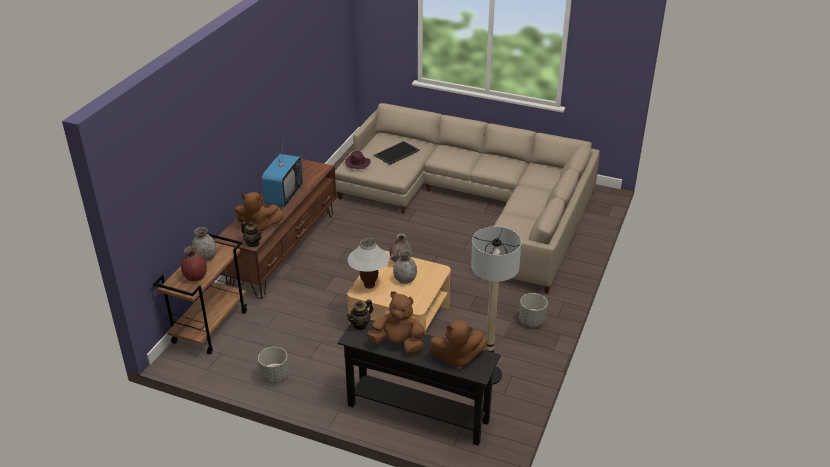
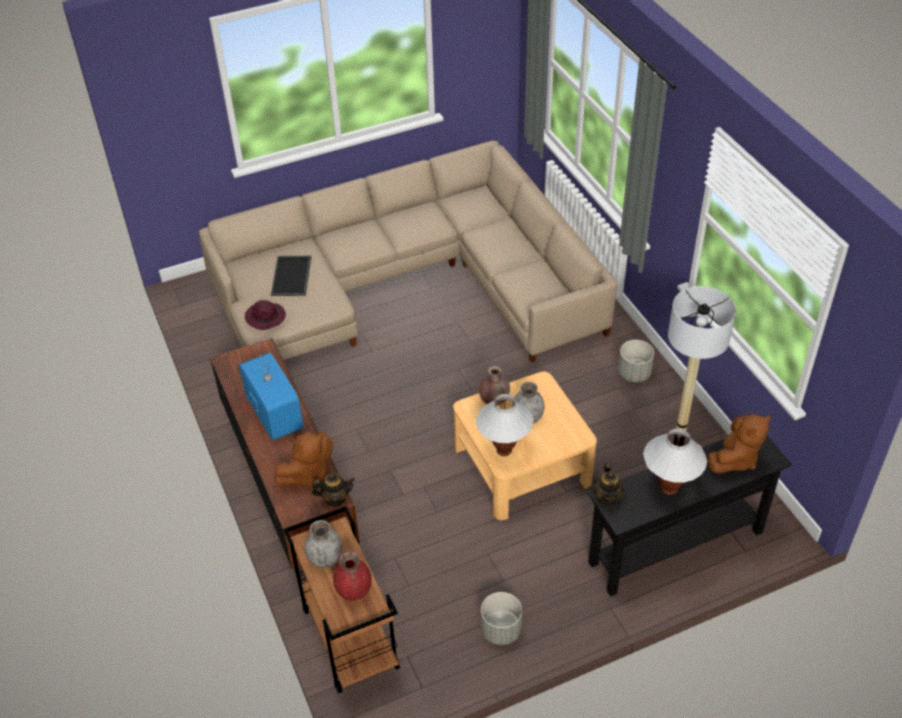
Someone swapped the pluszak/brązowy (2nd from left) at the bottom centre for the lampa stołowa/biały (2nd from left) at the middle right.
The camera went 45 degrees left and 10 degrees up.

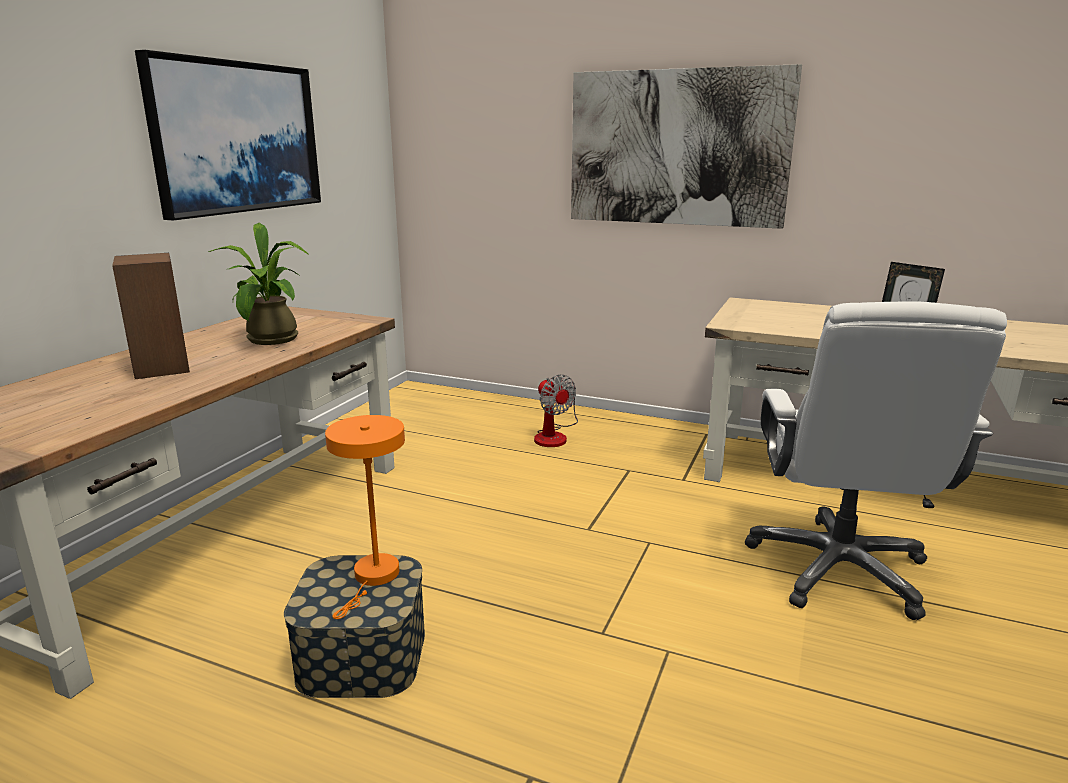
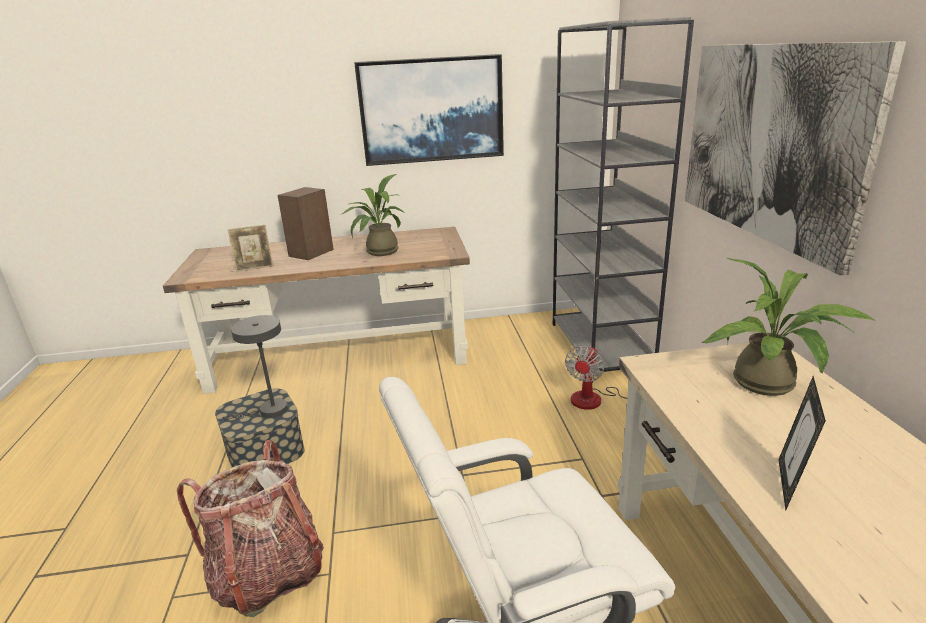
Someone put down the plecak at the bottom left.
Someone put down the ramka na zdjęcie (1st from left) at the middle left.
Someone put down the regał/szary at the top right.
Someone put down the roślina doniczkowa (2nd from left) at the middle right.
Someone repainted the lampa stołowa/pomarańczowy at the centre, which became the lampa stołowa/szary at the middle left.
The camera went 60 degrees right and 5 degrees up.

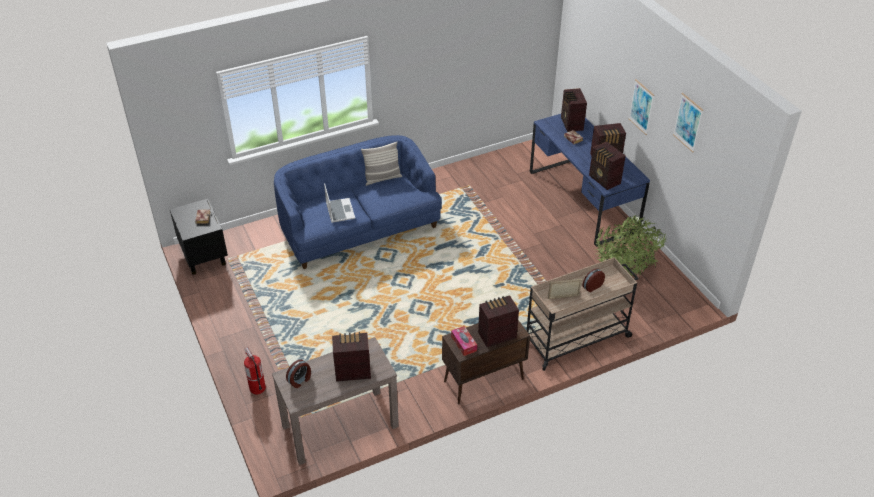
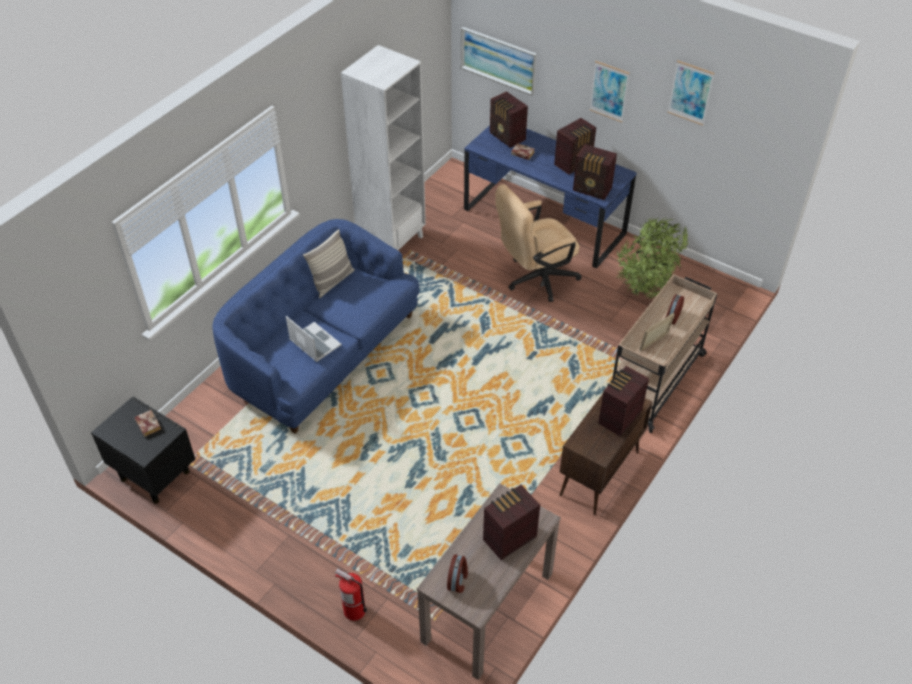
Someone took away the pudełko chusteczek at the bottom centre.
Someone put down the regał/biały at the top centre.
Someone put up the obraz (1st from left) at the top centre.
Someone put down the krzesło biurowe/beżowy at the centre.
The camera went 30 degrees left and 5 degrees up.

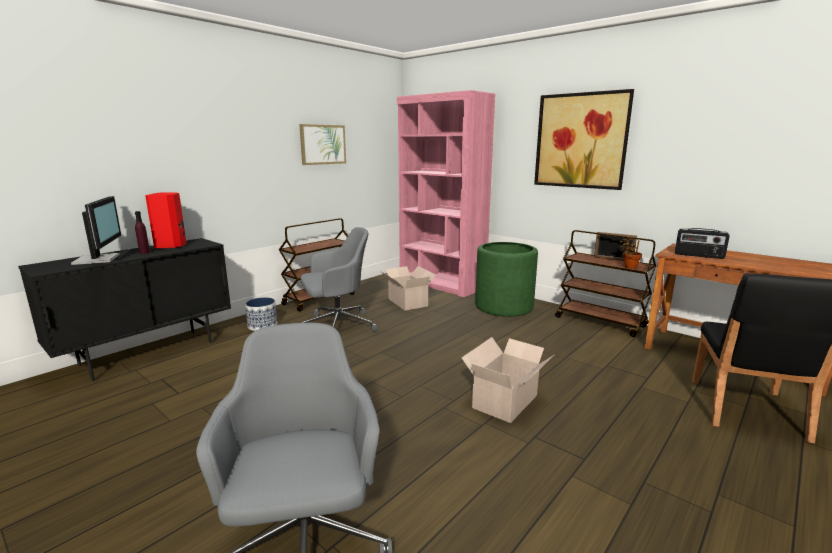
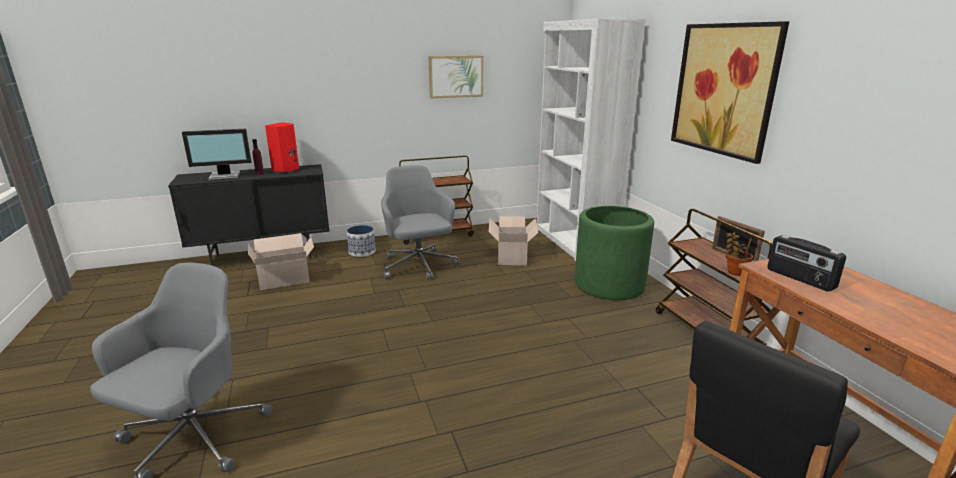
Someone carried the karton (2nd from left in the first image) from the bottom centre to the middle left.
Someone repainted the regał/różowy at the centre, which became the regał/biały at the top centre.
Someone rotated the monitor at the middle left by 60 degrees clockwise.
Someone rotated the krzesło biurowe/szary (2nd from left) at the centre by 120 degrees counterclockwise.
The camera went 30 degrees right and 5 degrees up.

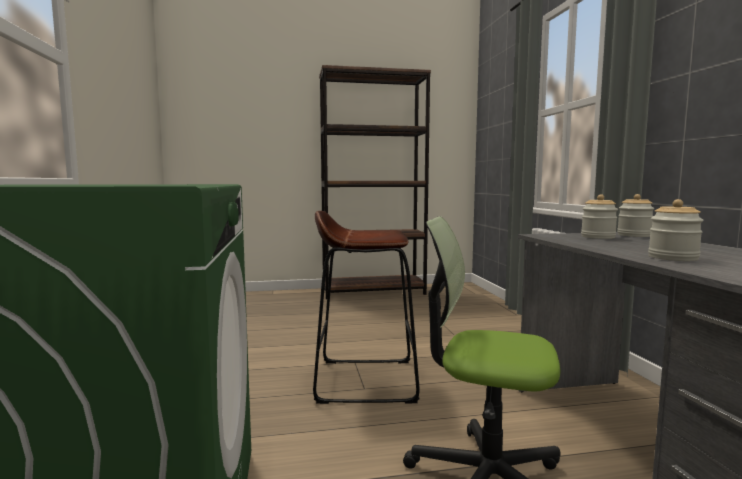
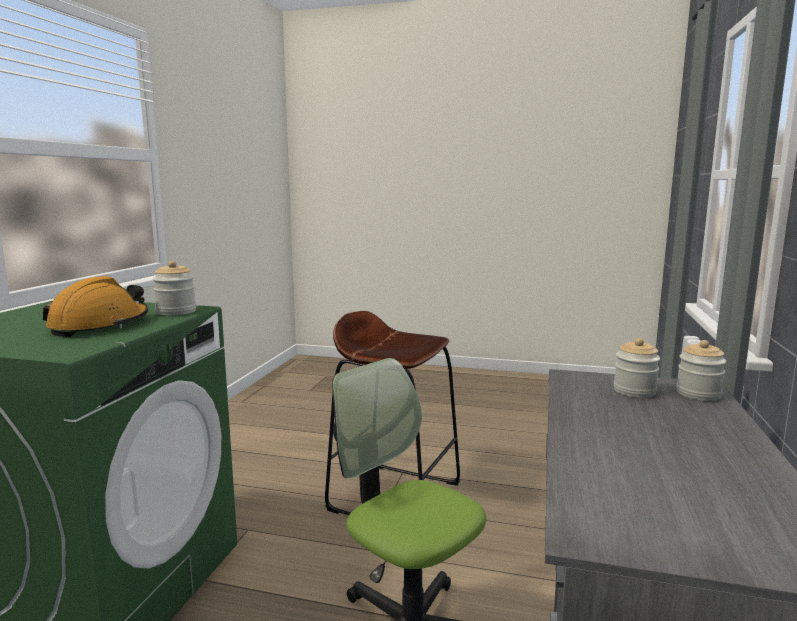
Someone took away the regał/brązowy at the centre.
Someone put down the kask/pomarańczowy at the middle left.
Someone carried the słoik (3rd from left in the first image) from the middle right to the middle left.
The camera went 25 degrees right and 5 degrees up.

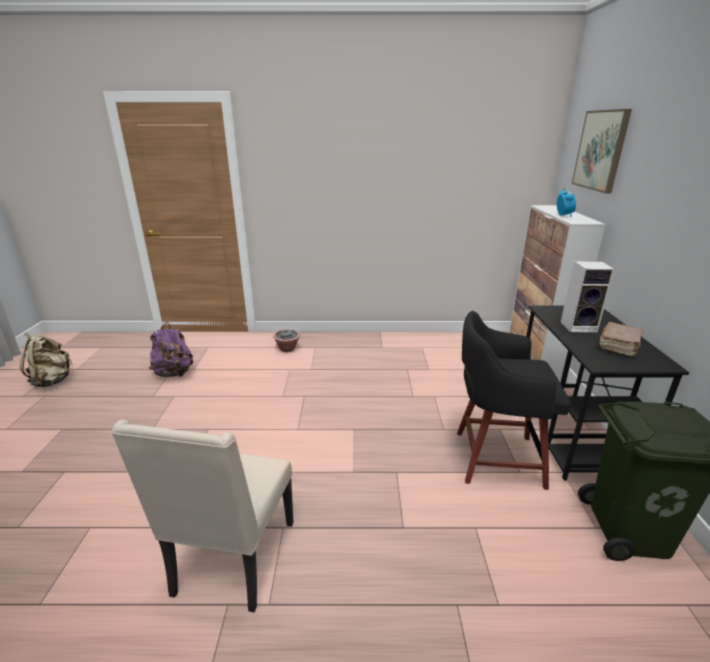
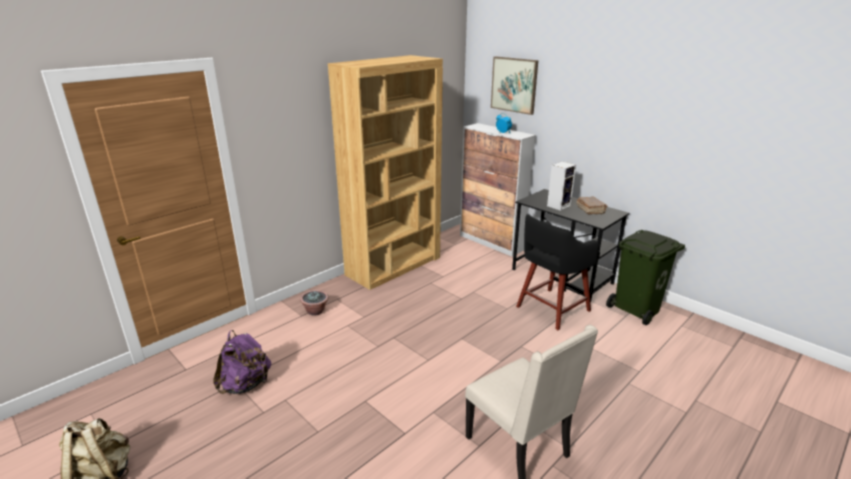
Someone put down the regał/brązowy at the centre.
The camera went 45 degrees left and 0 degrees up.

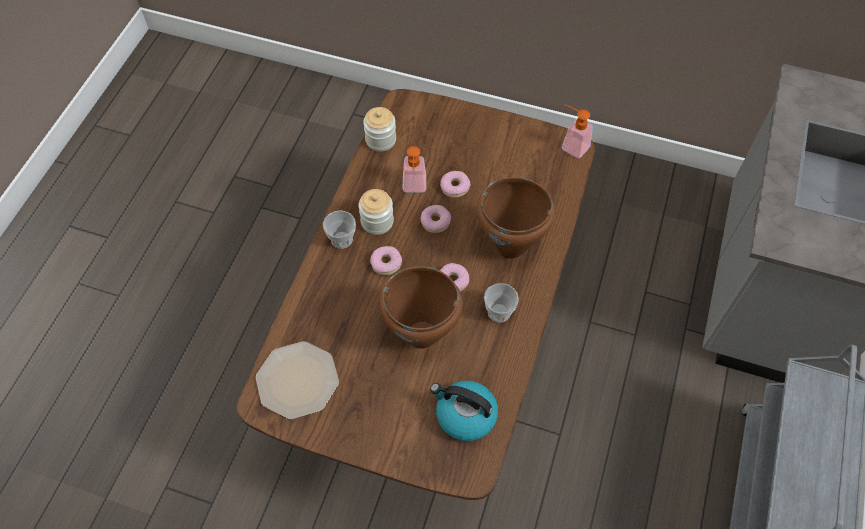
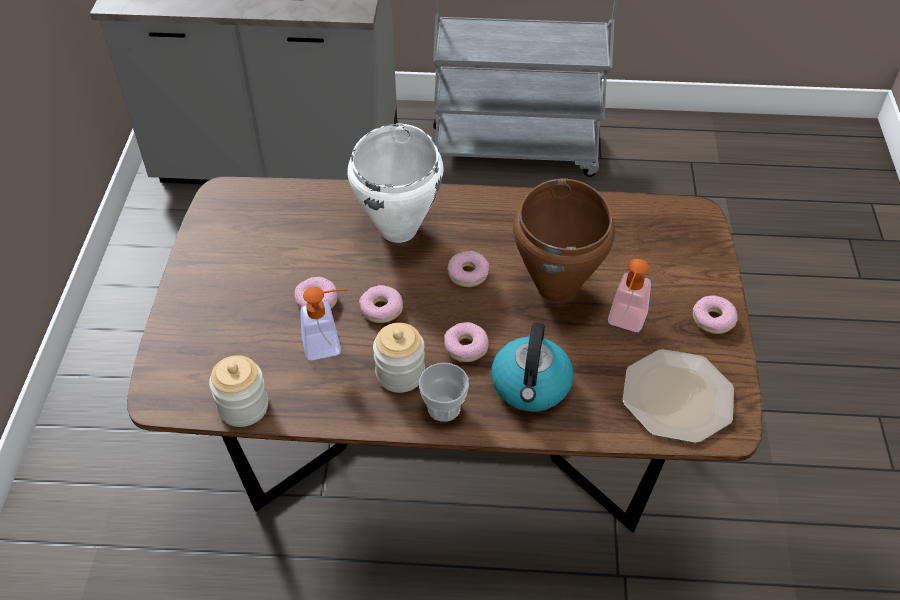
Someone took away the filiżanka (2nd from left) at the centre.
Someone put down the donut (5th from left) at the middle right.
Someone carried the czajnik from the bottom centre to the centre.
Someone carried the dozownik mydła (2nd from left) from the top right to the middle right.
Someone repainted the garnek/brązowy (2nd from left) at the centre, which became the garnek/biały at the top centre.
The camera went 105 degrees left and 10 degrees down.

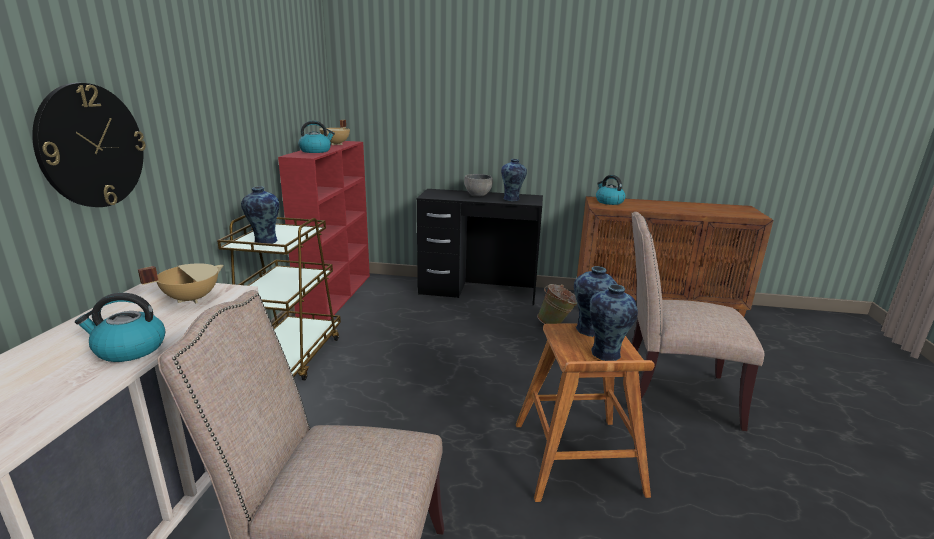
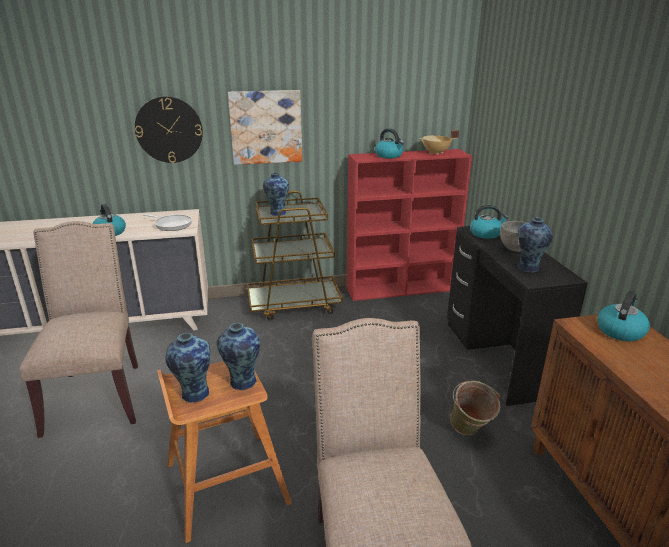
Someone put up the obraz at the top centre.
Someone put down the czajnik (3rd from left) at the middle right.
Someone swapped the garnek/beżowy (1st from left) at the middle left for the patelnia at the middle left.
The camera went 70 degrees right and 5 degrees up.

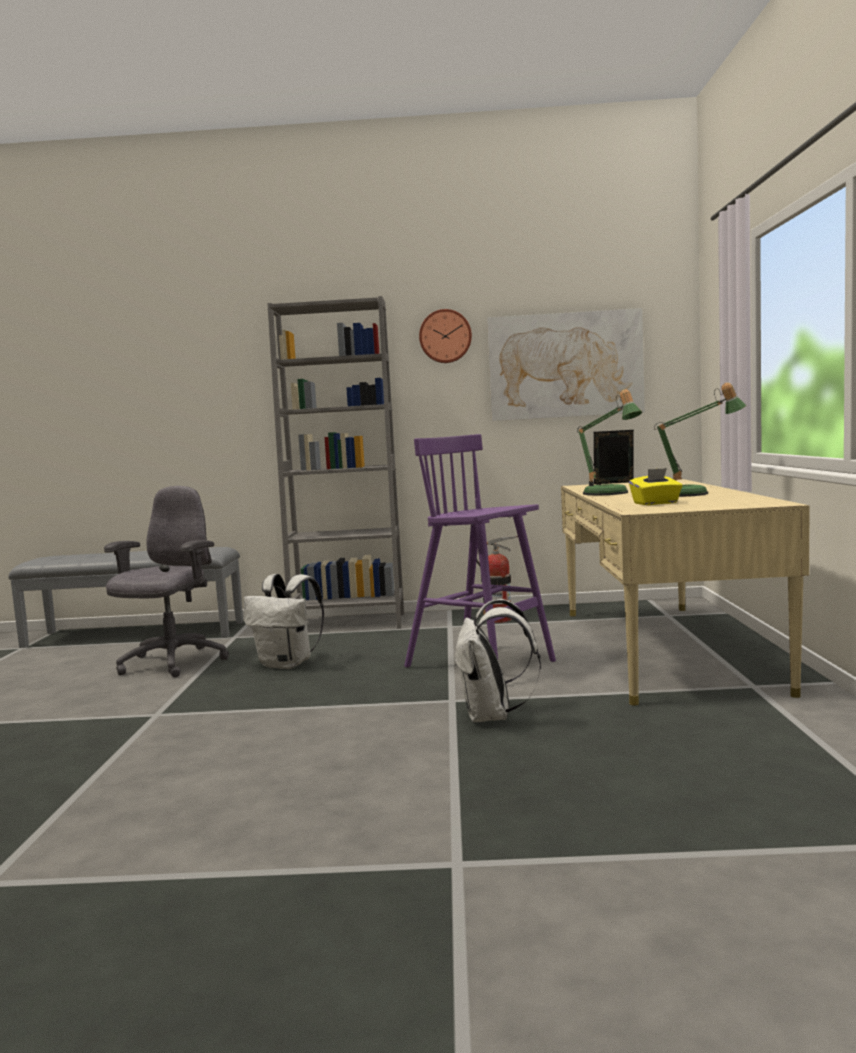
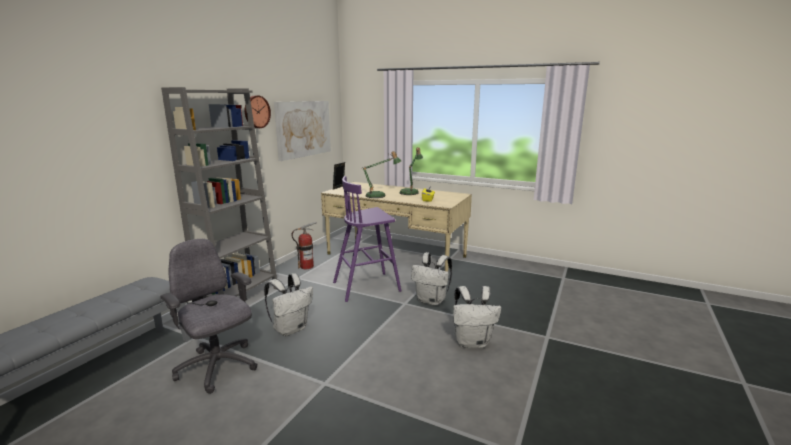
Someone put down the plecak/biały (3rd from left) at the bottom centre.
The camera went 65 degrees left and 10 degrees up.

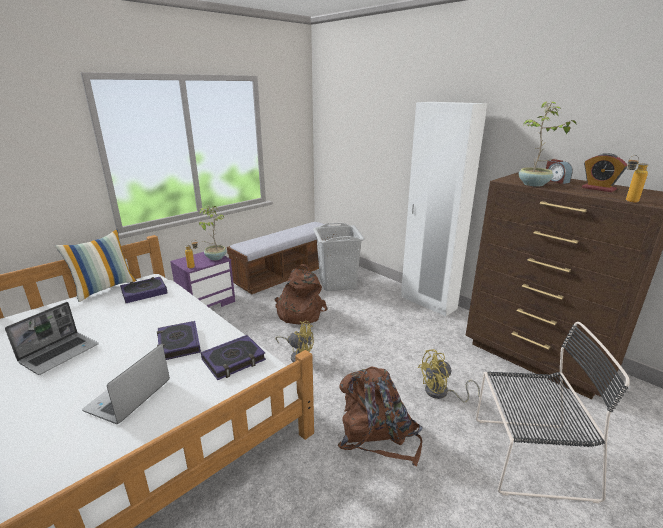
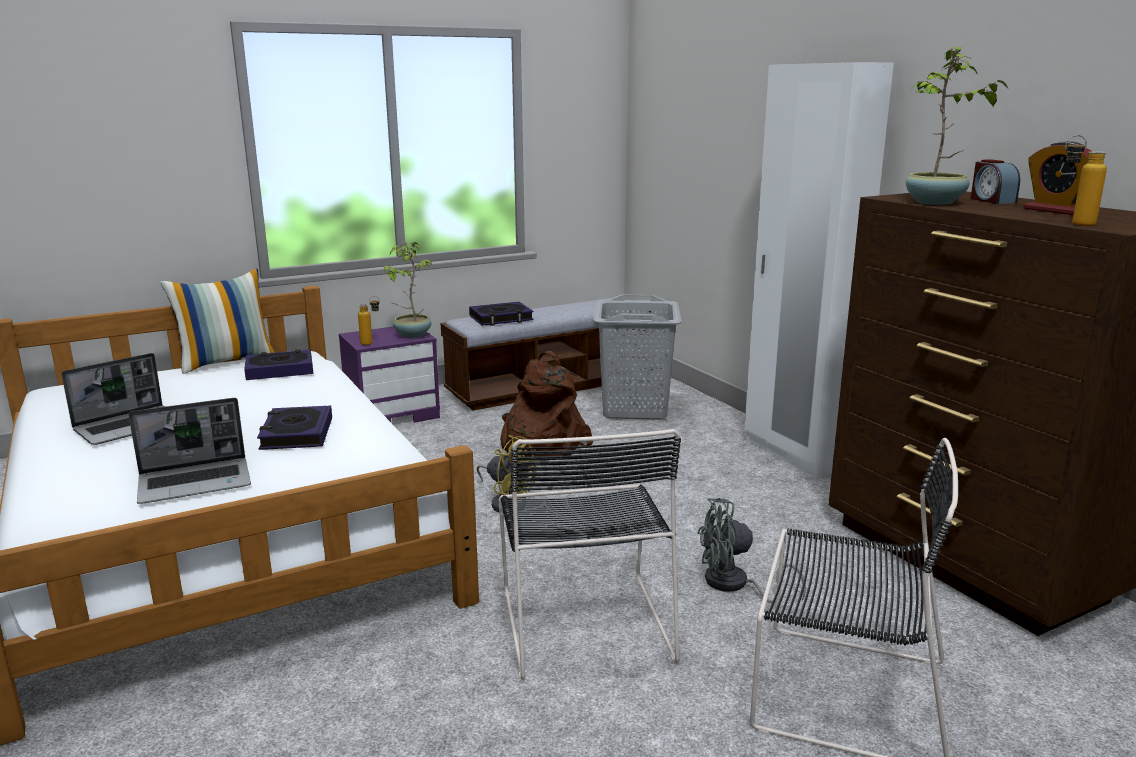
Someone carried the książka (3rd from left) from the bottom centre to the centre.
Someone swapped the plecak/brązowy (2nd from left) at the bottom centre for the krzesło/czarny (1st from left) at the bottom centre.
Someone repainted the wentylator/żółty (2nd from left) at the bottom right, which became the wentylator/szary at the bottom centre.
Someone rotated the laptop (2nd from left) at the bottom left by 150 degrees counterclockwise.
The camera went 15 degrees right and 5 degrees down.

